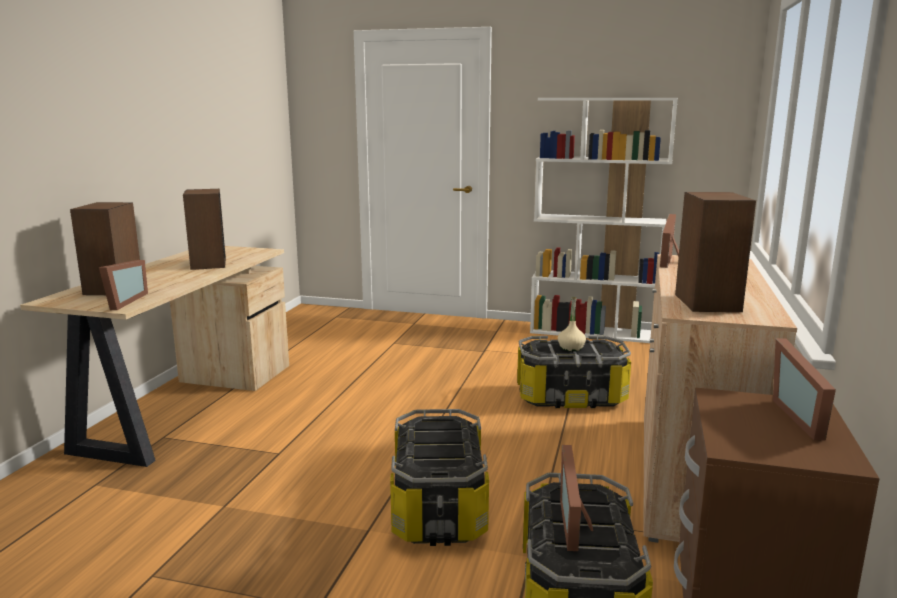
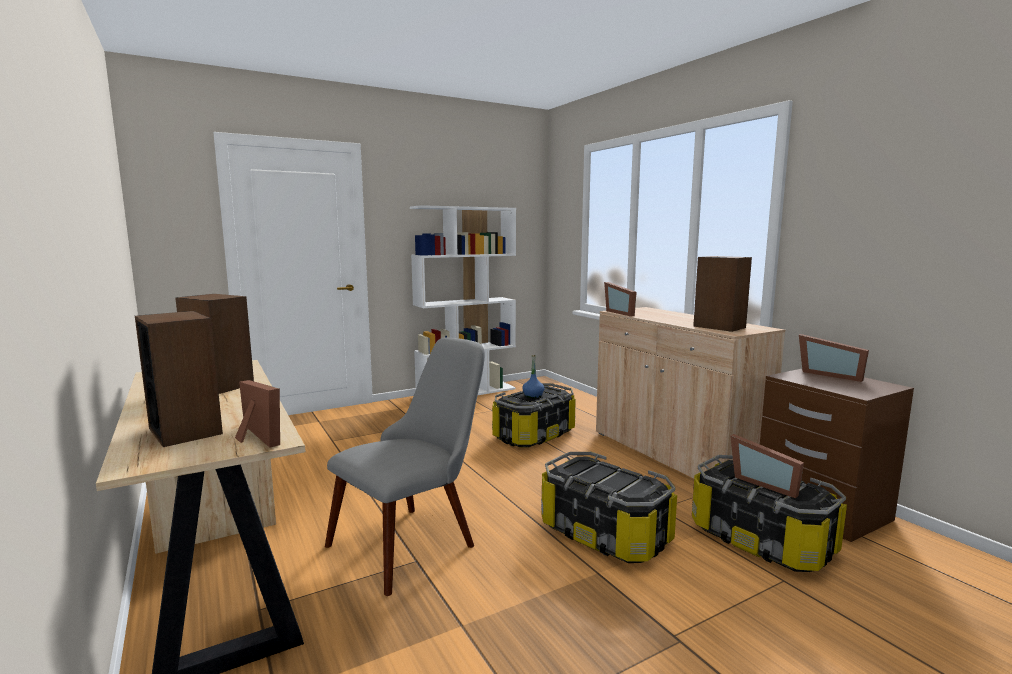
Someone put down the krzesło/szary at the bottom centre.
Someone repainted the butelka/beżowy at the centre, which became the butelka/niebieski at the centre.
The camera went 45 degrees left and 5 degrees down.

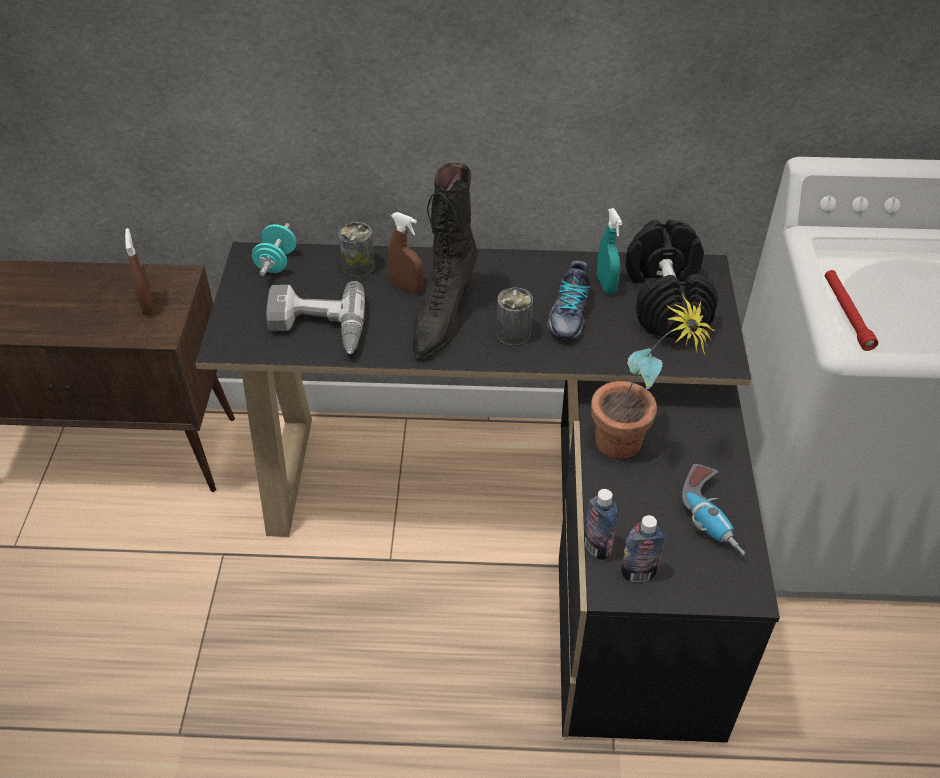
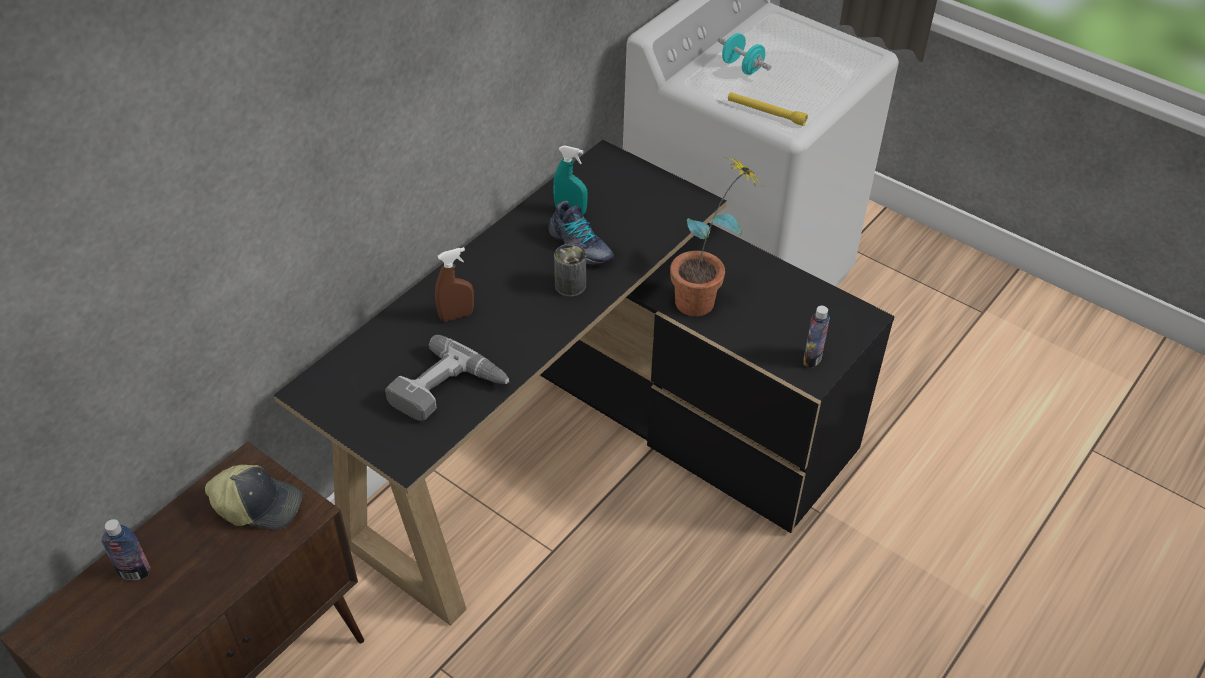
Someone took away the puszka (1st from left) at the top centre.
Someone took away the but z cholewką/czarny at the centre.
Someone took away the hantel/czarny at the middle right.
Someone took away the wiertarka (2nd from left) at the middle right.
Someone carried the hantel/turkusowy from the top left to the top centre.
Someone carried the butelka (1st from left) from the bottom centre to the bottom left.
Someone swapped the spryskiwacz/brązowy (1st from left) at the middle left for the czapka z daszkiem at the bottom left.
Someone repainted the latarka/czerwony at the middle right, which became the latarka/żółty at the top centre.
The camera went 55 degrees left and 0 degrees up.

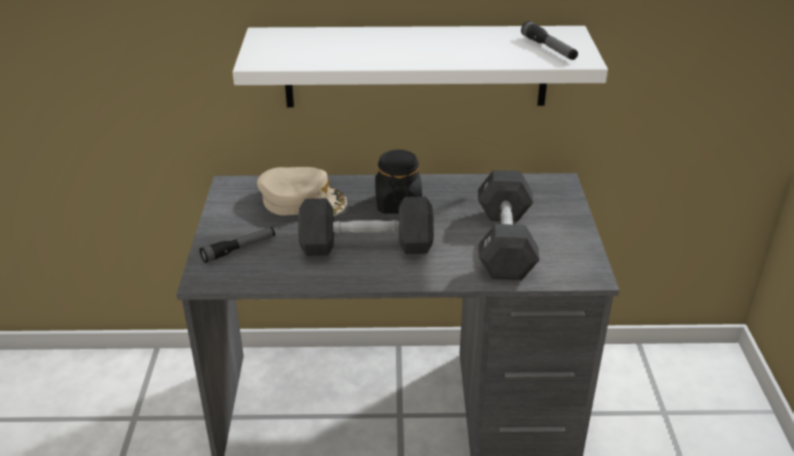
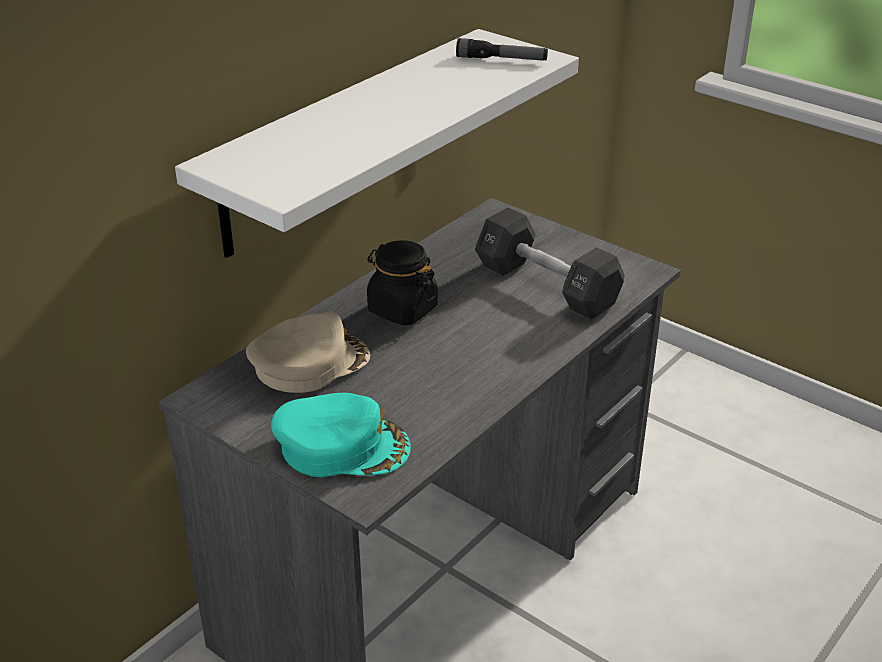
Someone took away the hantel/czarny (1st from left) at the centre.
Someone swapped the latarka (1st from left) at the middle left for the czapka z daszkiem/turkusowy at the centre.
The camera went 50 degrees left and 0 degrees up.

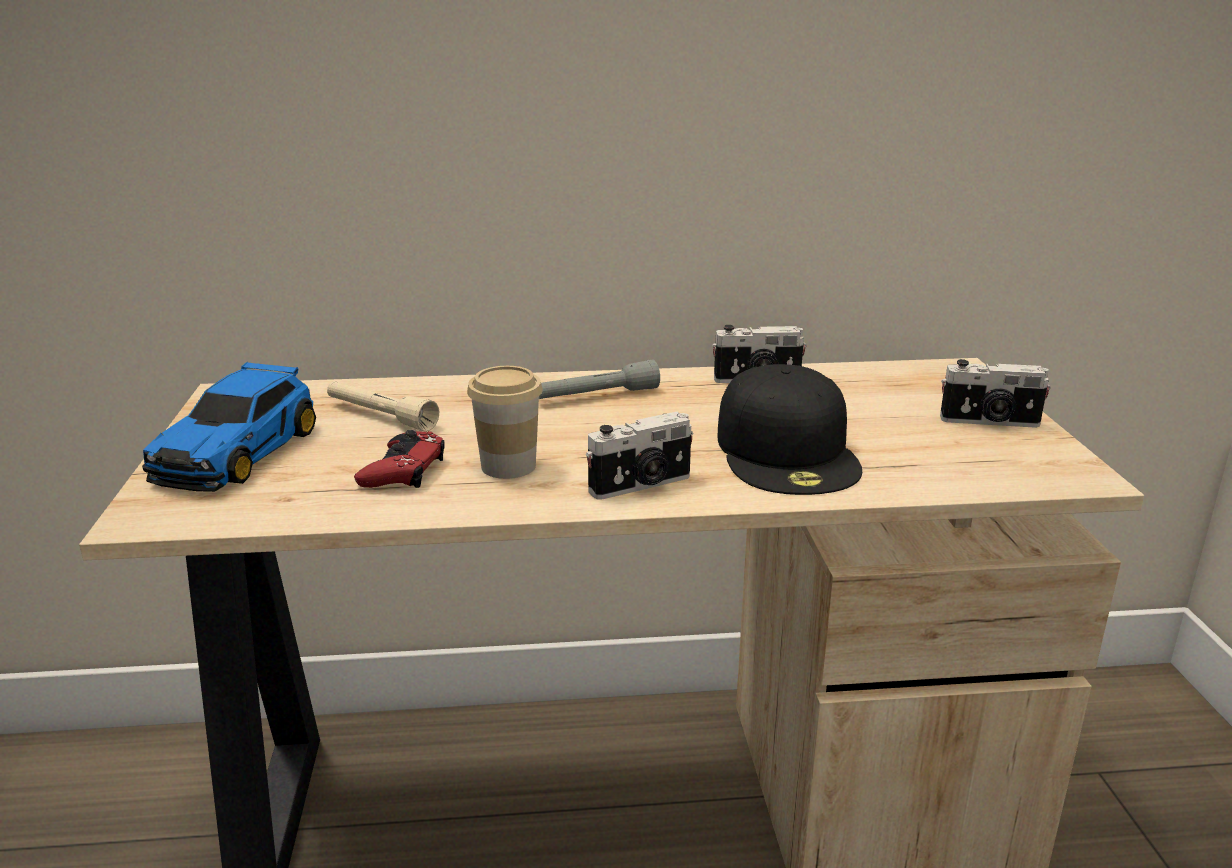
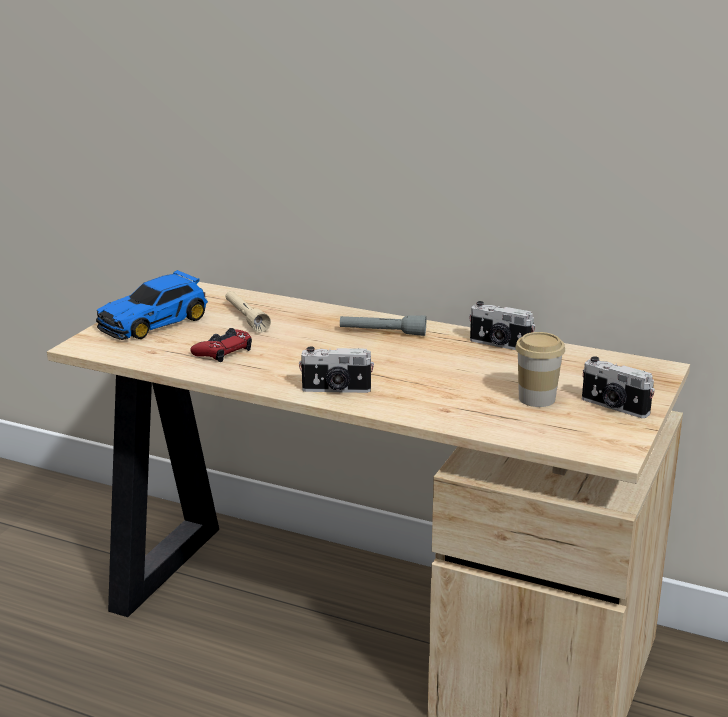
Someone took away the czapka z daszkiem/czarny at the centre.
Someone carried the filiżanka from the centre to the middle right.
The camera went 30 degrees right and 0 degrees up.

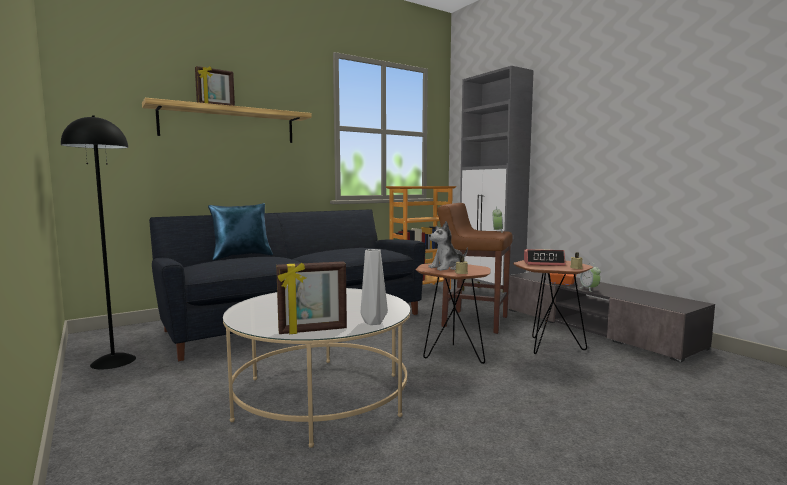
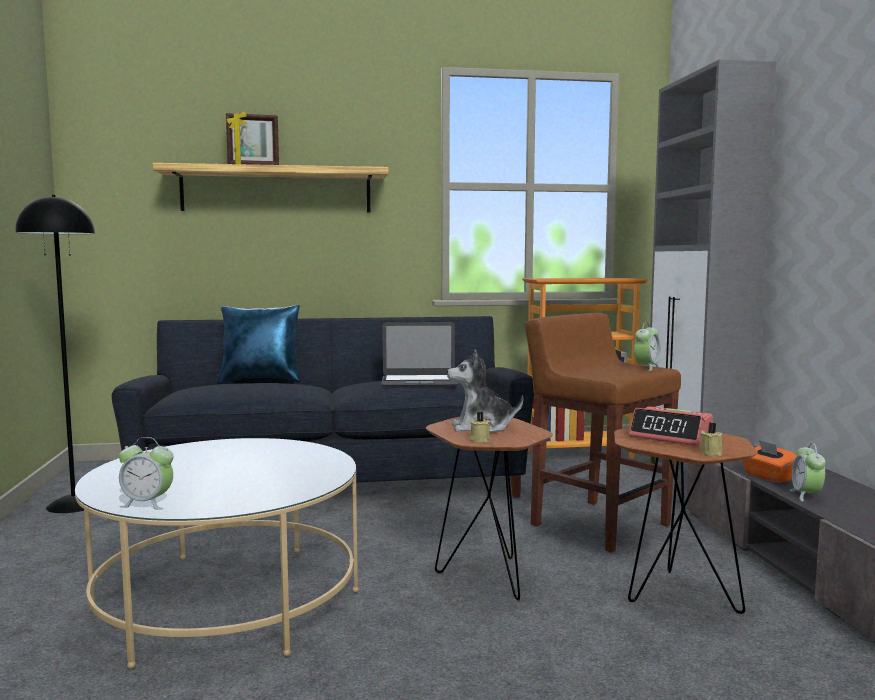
Someone took away the wazon/szary at the centre.
Someone put down the laptop at the centre.
Someone swapped the ramka na zdjęcie (2nd from left) at the centre for the budzik (1st from left) at the bottom left.
The camera went 25 degrees right and 0 degrees up.

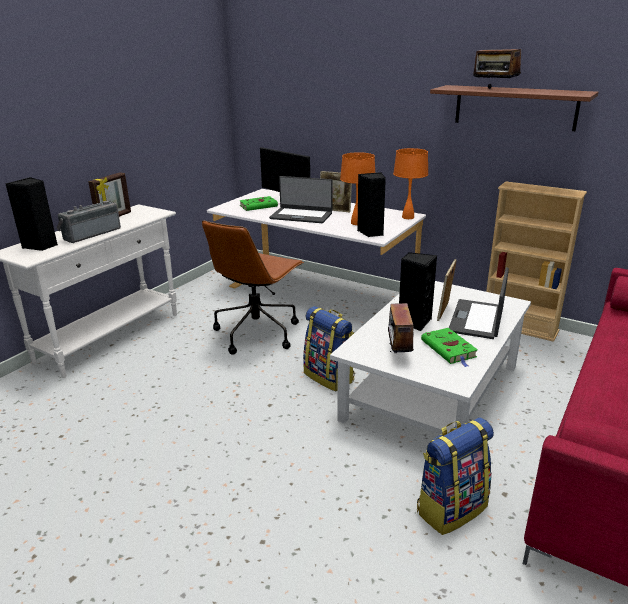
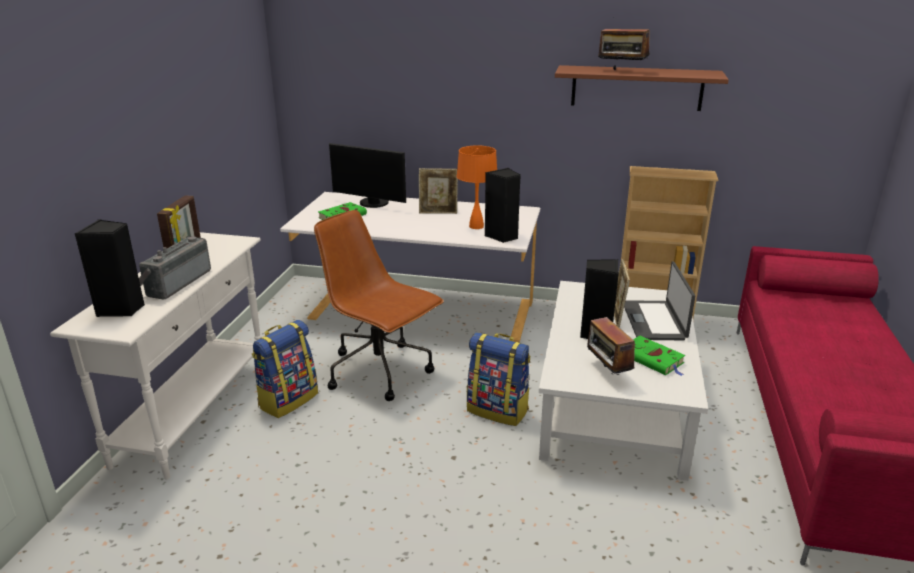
Someone took away the laptop (1st from left) at the top centre.
Someone took away the lampa stołowa/pomarańczowy (2nd from left) at the top centre.
Someone carried the plecak (2nd from left in the first image) from the bottom right to the middle left.
Someone rotated the krzesło biurowe/brązowy at the centre by 120 degrees clockwise.
The camera went 20 degrees left and 0 degrees up.

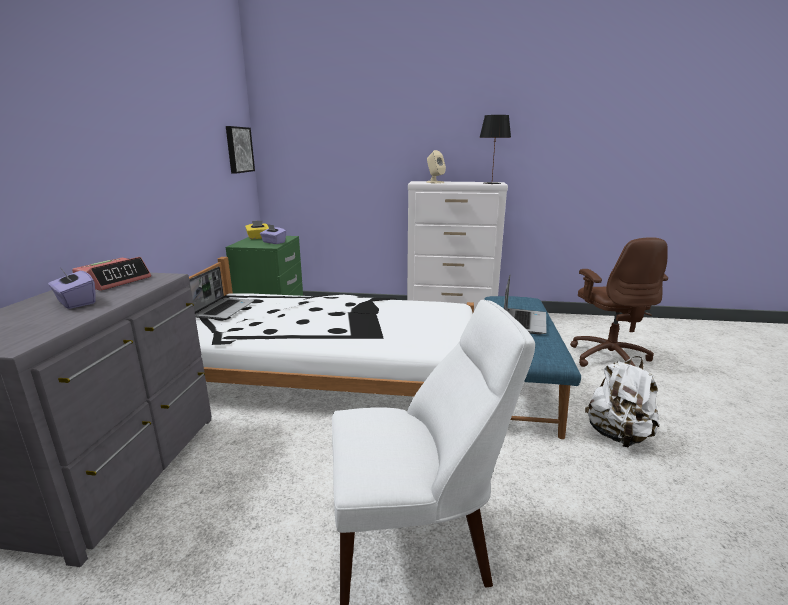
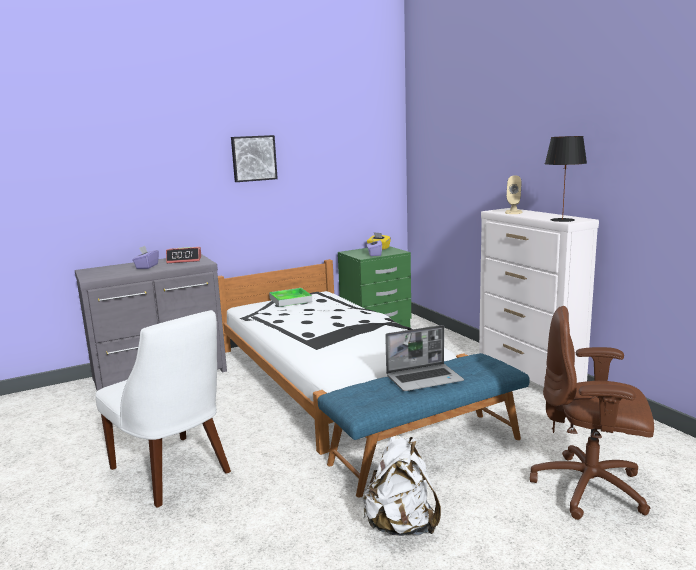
Someone carried the obraz from the top left to the top centre.
Someone swapped the laptop (1st from left) at the middle left for the taca at the centre.
Someone rotated the krzesło biurowe/brązowy at the middle right by 60 degrees clockwise.
The camera went 55 degrees right and 5 degrees down.

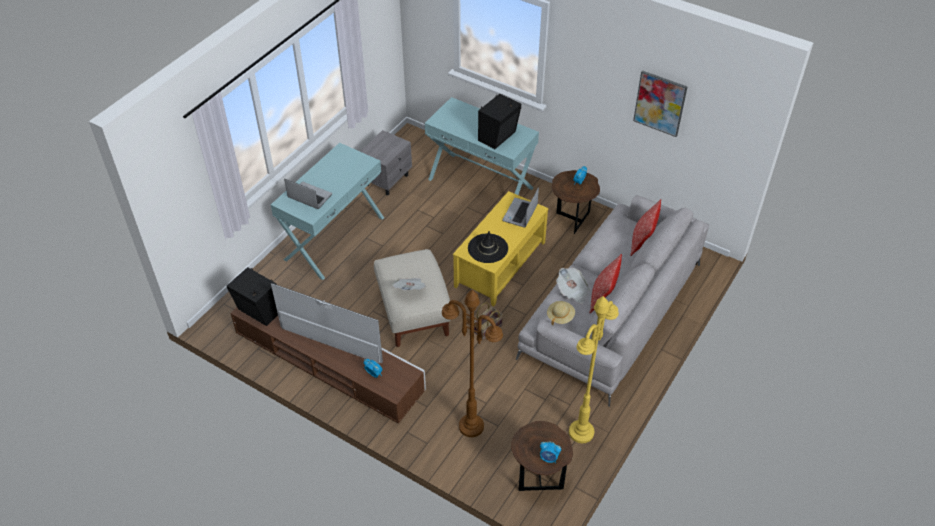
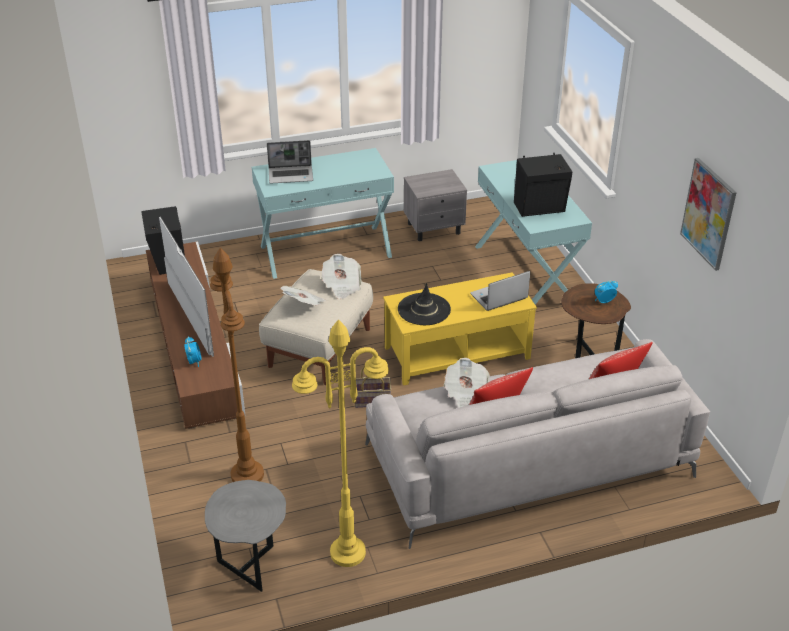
Someone took away the budzik (2nd from left) at the bottom centre.
Someone took away the kapelusz/beżowy at the centre.
Someone put down the gazeta (2nd from left) at the centre.
Someone repainted the stolik/brązowy (1st from left) at the bottom centre, which became the stolik/szary at the bottom left.
Someone rotated the laptop (1st from left) at the middle left by 105 degrees clockwise.
The camera went 40 degrees right and 10 degrees down.

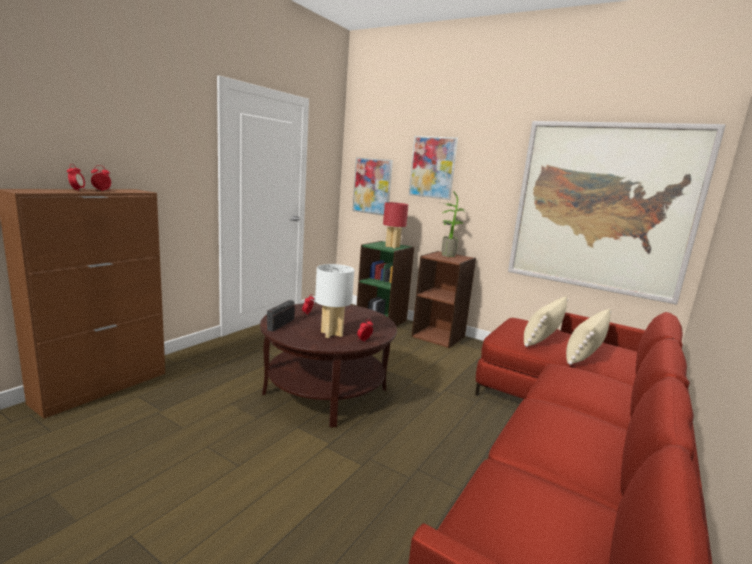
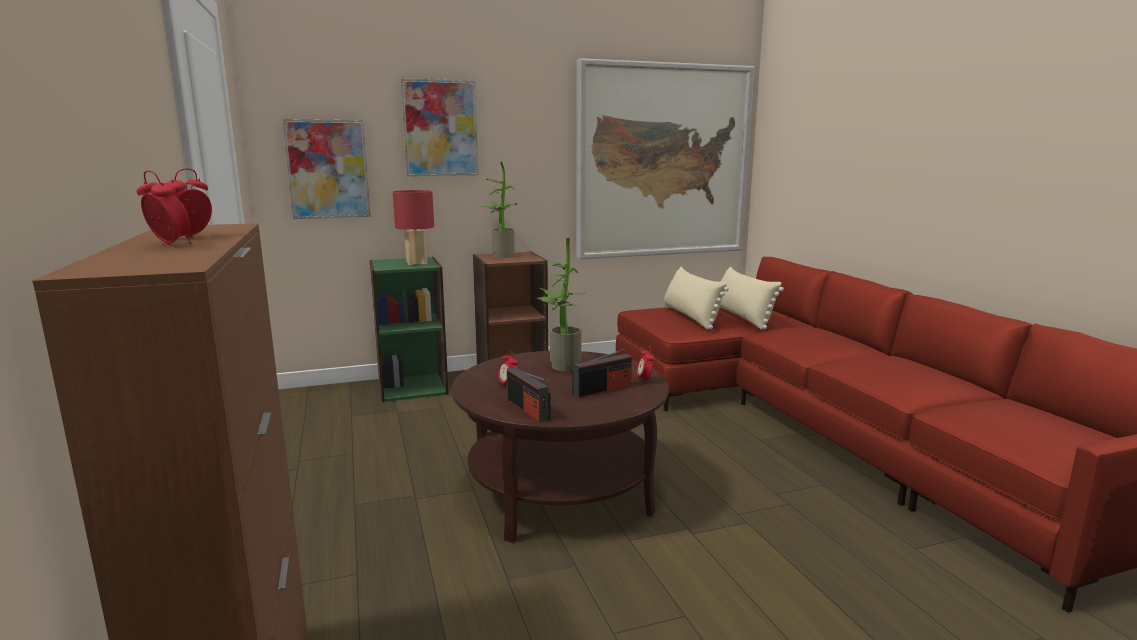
Someone put down the roślina doniczkowa (2nd from left) at the centre.
Someone swapped the lampa stołowa/biały at the centre for the radio (2nd from left) at the centre.
The camera went 50 degrees left and 0 degrees up.

